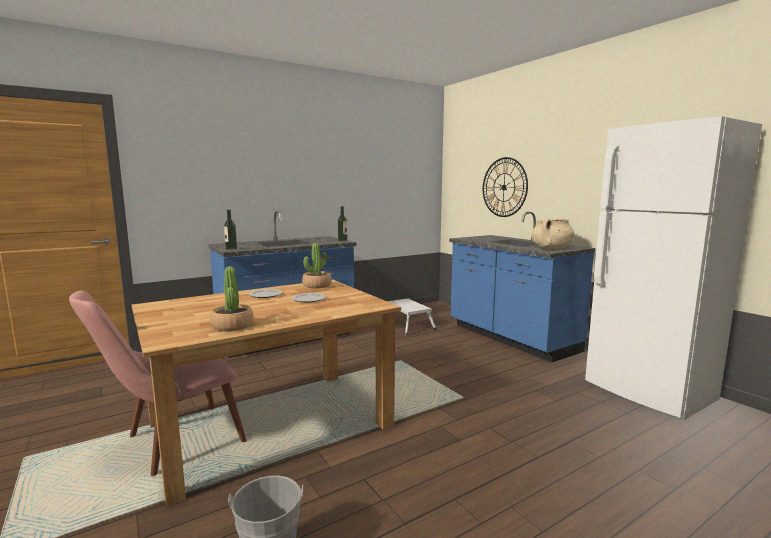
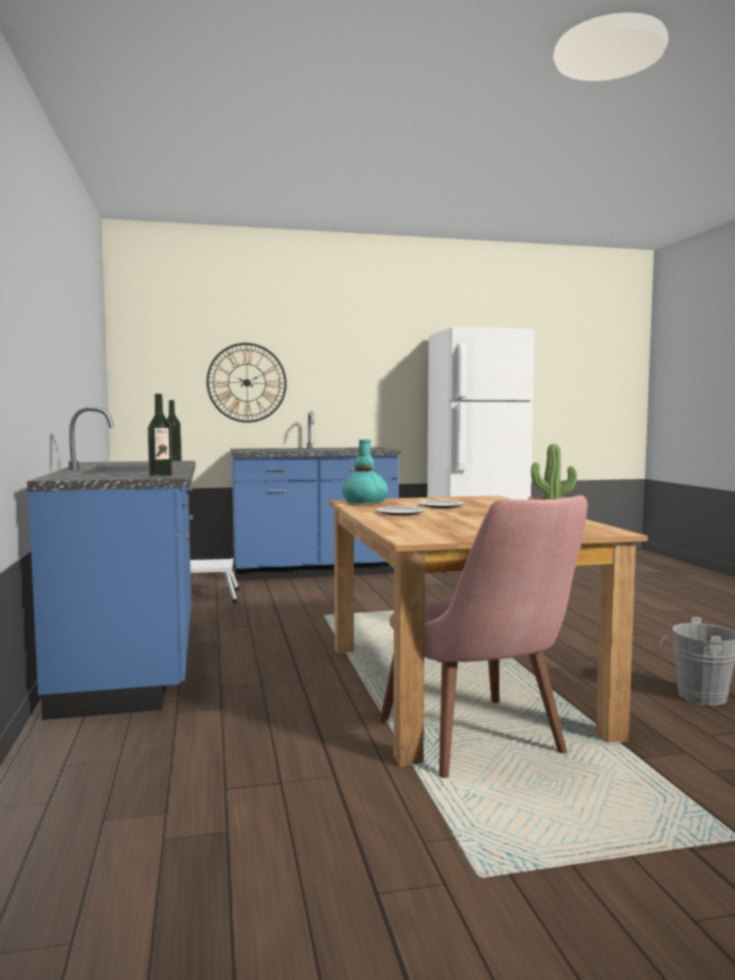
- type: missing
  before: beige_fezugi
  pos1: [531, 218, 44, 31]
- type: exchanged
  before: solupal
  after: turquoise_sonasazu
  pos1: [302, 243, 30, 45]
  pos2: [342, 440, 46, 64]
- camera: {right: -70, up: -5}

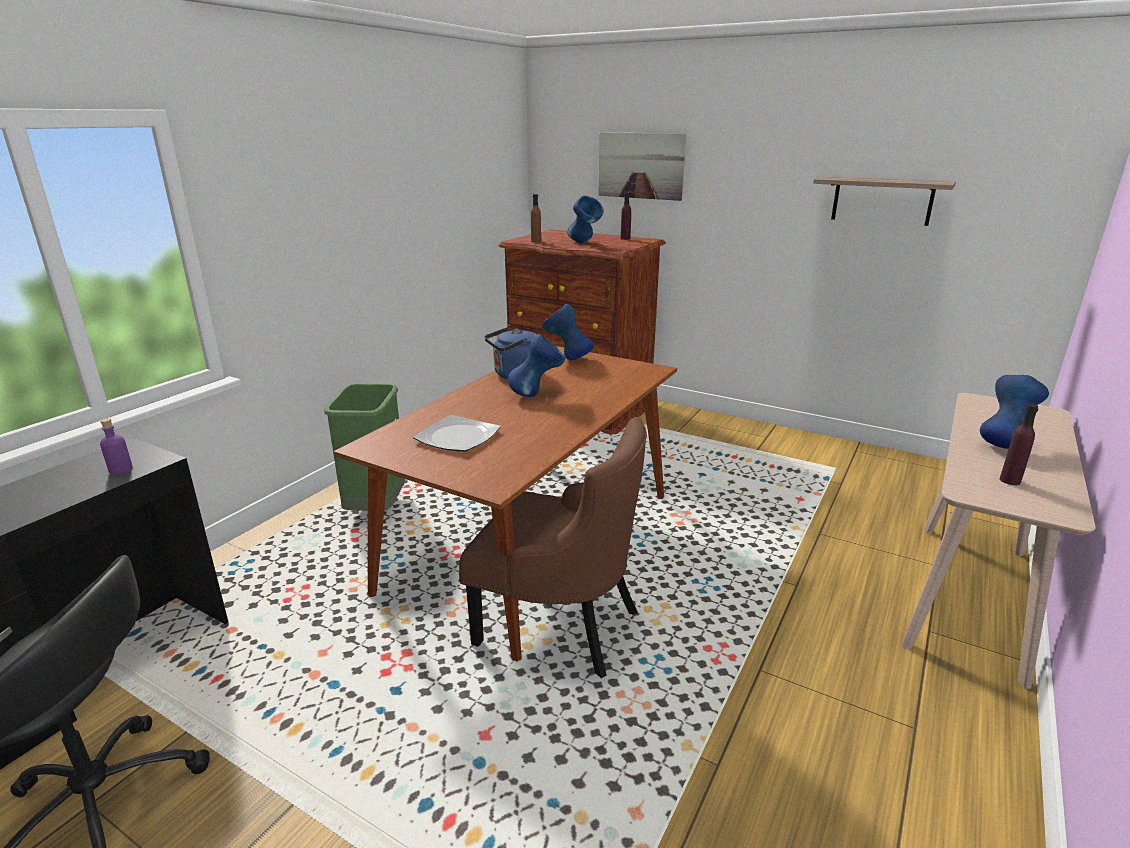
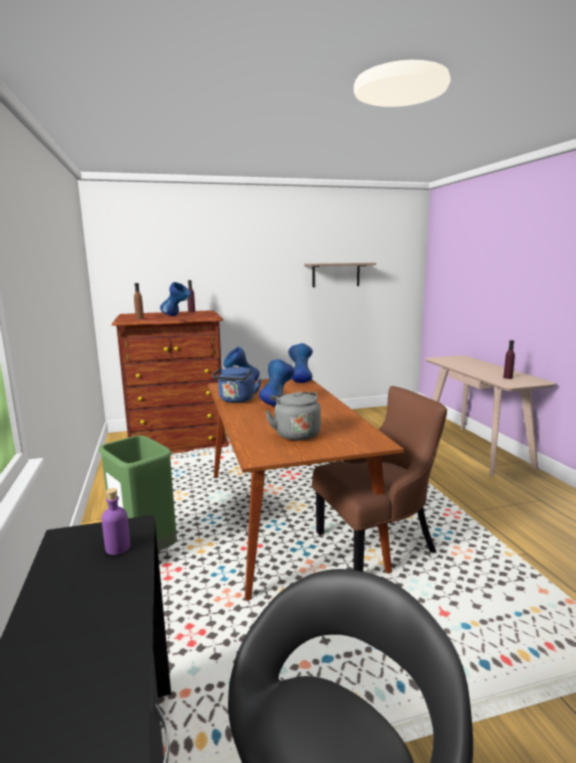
- type: missing
  before: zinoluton
  pos1: [598, 132, 88, 69]
- type: relocated
  before: blue_sonasazu
  pos1: [980, 375, 69, 74]
  pos2: [288, 343, 25, 40]
- type: exchanged
  before: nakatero
  after: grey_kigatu
  pos1: [413, 415, 88, 37]
  pos2: [265, 392, 56, 48]
- camera: {right: -45, up: -10}

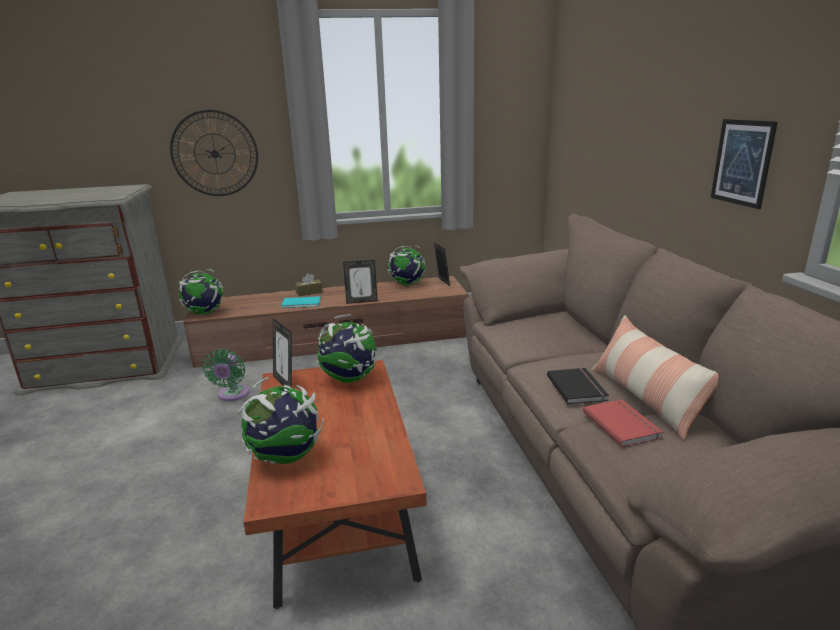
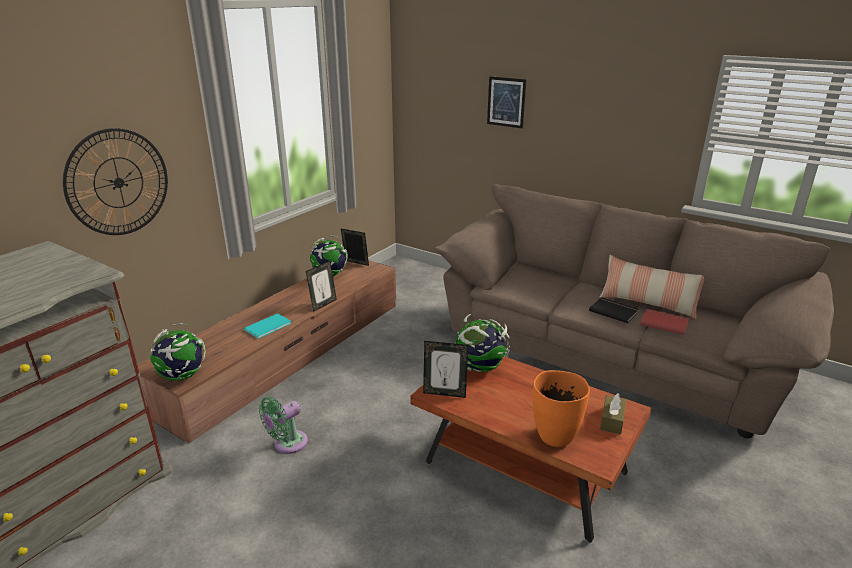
- type: relocated
  before: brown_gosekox
  pos1: [295, 273, 28, 23]
  pos2: [600, 393, 26, 42]
- type: relocated
  before: zinoluton
  pos1: [711, 119, 67, 90]
  pos2: [487, 76, 39, 52]
- type: exchanged
  before: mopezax
  after: orange_sonasazu
  pos1: [238, 377, 86, 87]
  pos2: [533, 370, 57, 77]
- type: spun
  before: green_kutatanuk
  pos1: [202, 349, 47, 52]
  pos2: [259, 397, 49, 57]
  turn: 90
- camera: {right: -45, up: 5}

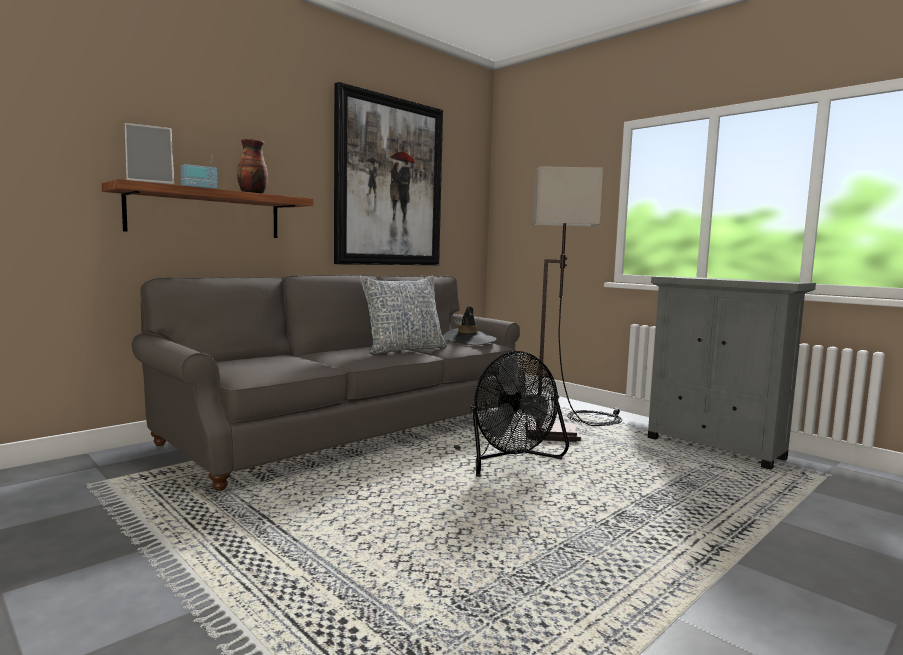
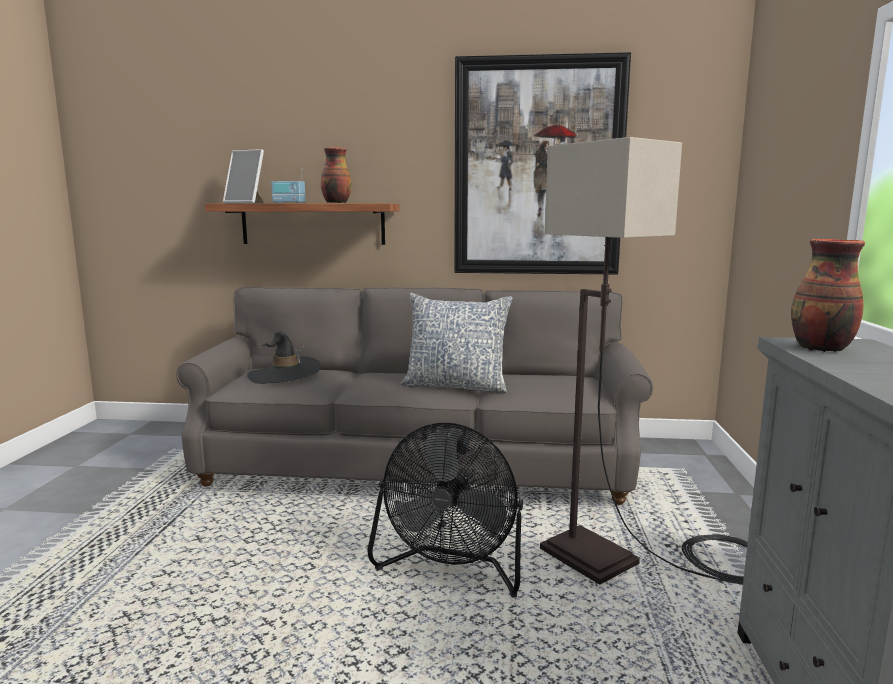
- type: appeared
  after: sonasazu
  pos2: [791, 239, 74, 113]
- type: relocated
  before: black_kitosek
  pos1: [443, 306, 54, 40]
  pos2: [247, 331, 74, 53]
- camera: {right: 50, up: 5}

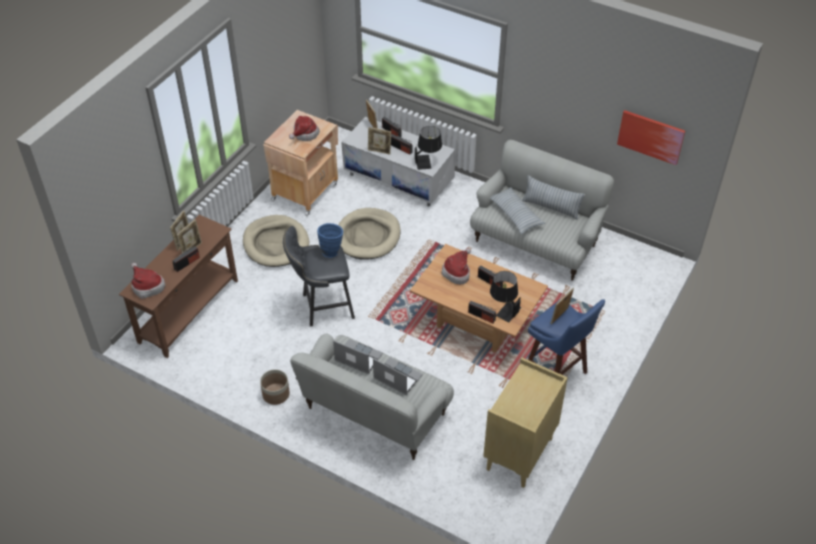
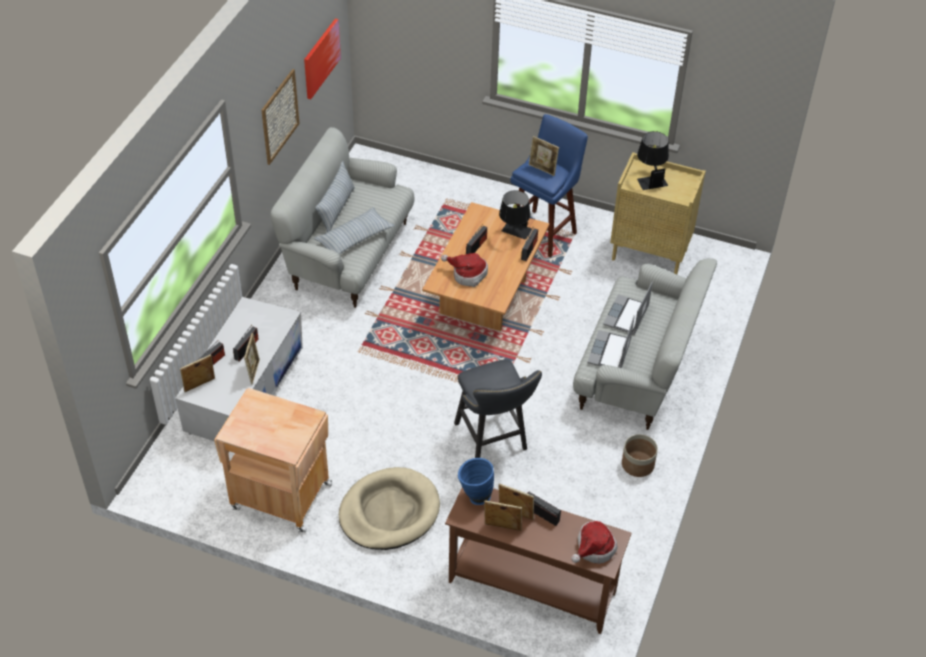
- type: missing
  before: kitosek
  pos1: [289, 116, 31, 25]
- type: missing
  before: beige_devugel
  pos1: [338, 208, 62, 52]
- type: appeared
  after: zinoluton
  pos2: [261, 69, 39, 96]
- type: relocated
  before: blue_sonasazu
  pos1: [317, 223, 26, 35]
  pos2: [458, 458, 36, 47]
- type: relocated
  before: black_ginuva
  pos1: [415, 126, 27, 44]
  pos2: [637, 131, 32, 59]
- camera: {right: -100, up: 0}

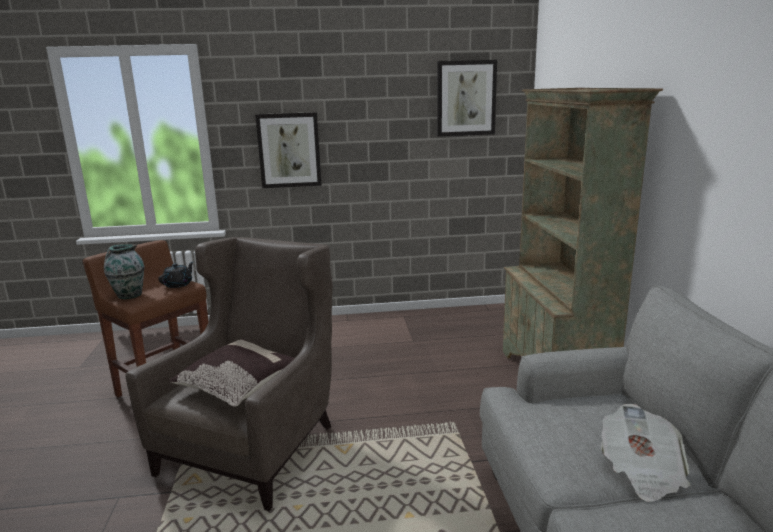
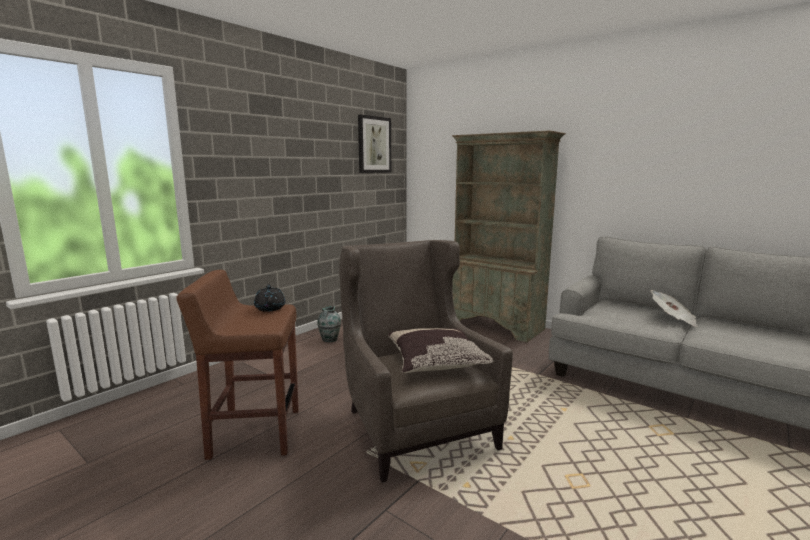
- type: missing
  before: zinoluton
  pos1: [255, 112, 67, 76]
- type: relocated
  before: sonasazu
  pos1: [104, 244, 41, 55]
  pos2: [317, 306, 24, 36]
- camera: {right: -45, up: -5}

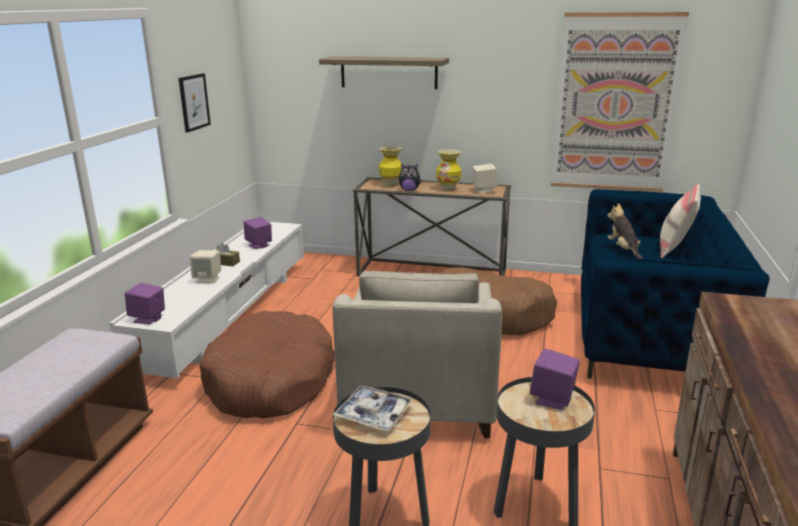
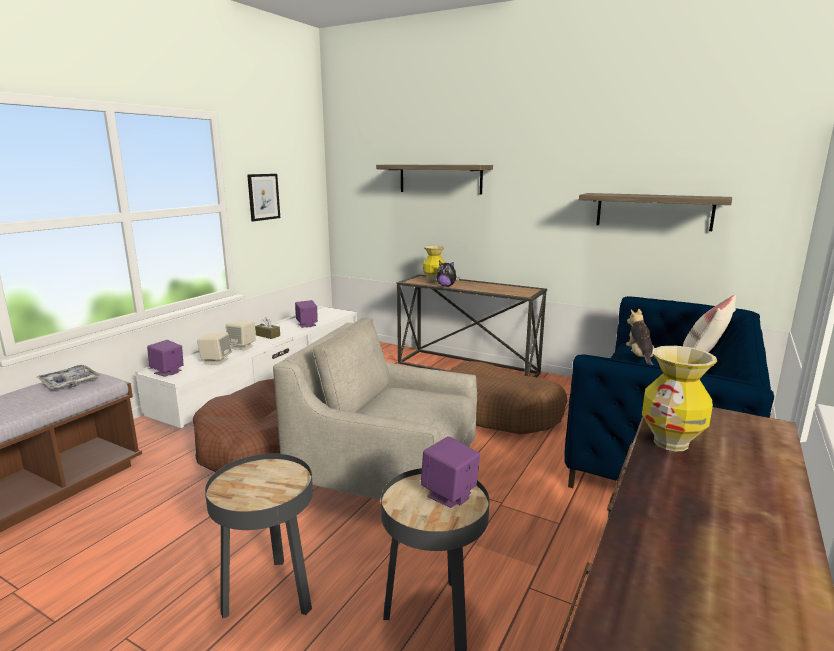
- type: relocated
  before: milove
  pos1: [333, 385, 81, 46]
  pos2: [37, 365, 64, 24]
- type: relocated
  before: sonasazu
  pos1: [436, 149, 25, 42]
  pos2: [642, 346, 75, 105]
- type: relocated
  before: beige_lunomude
  pos1: [473, 164, 24, 29]
  pos2: [197, 332, 35, 33]
- type: exchanged
  before: zinoluton
  after: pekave
  pos1: [551, 12, 138, 180]
  pos2: [579, 193, 153, 38]
- type: spun
  before: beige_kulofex
  pos1: [333, 271, 169, 167]
  pos2: [273, 318, 204, 182]
  turn: 90
- camera: {right: 15, up: -5}

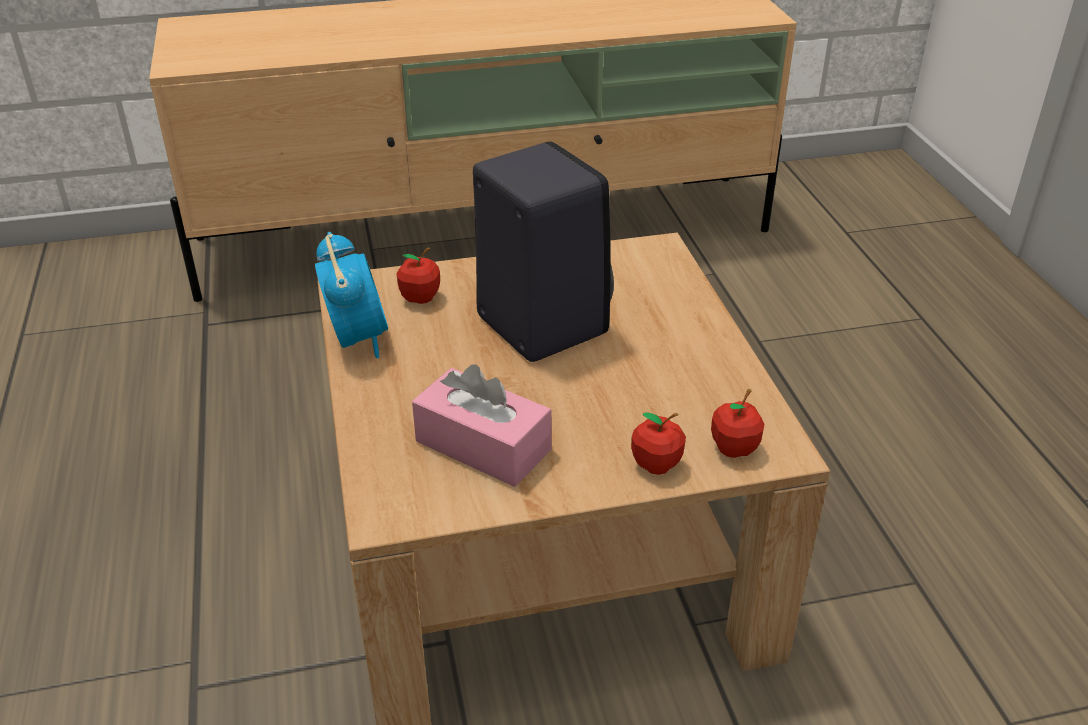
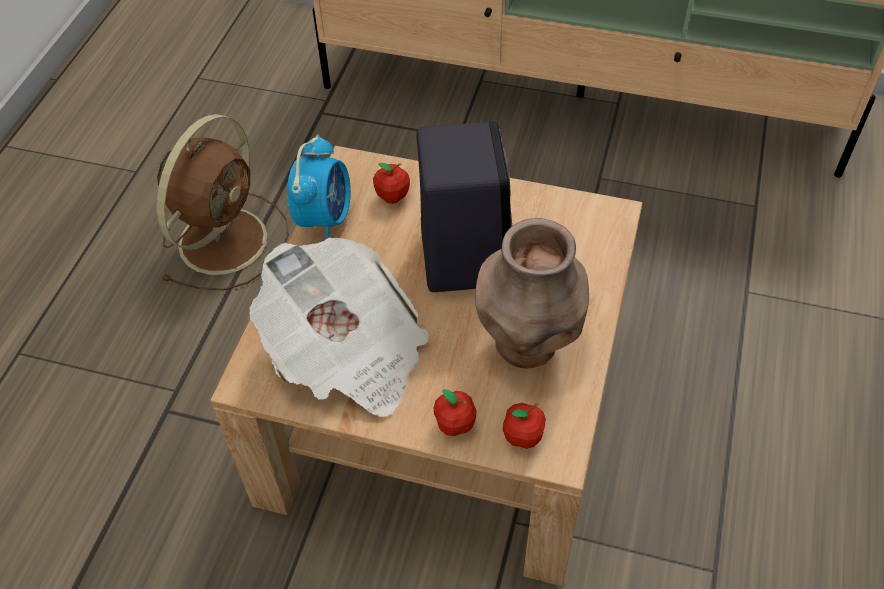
- type: appeared
  after: brown_kutatanuk
  pos2: [157, 114, 132, 176]
- type: appeared
  after: brown_sonasazu
  pos2: [475, 218, 114, 151]
- type: exchanged
  before: pink_gosekox
  after: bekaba
  pos1: [412, 365, 140, 122]
  pos2: [249, 238, 180, 179]
- camera: {right: 30, up: 15}

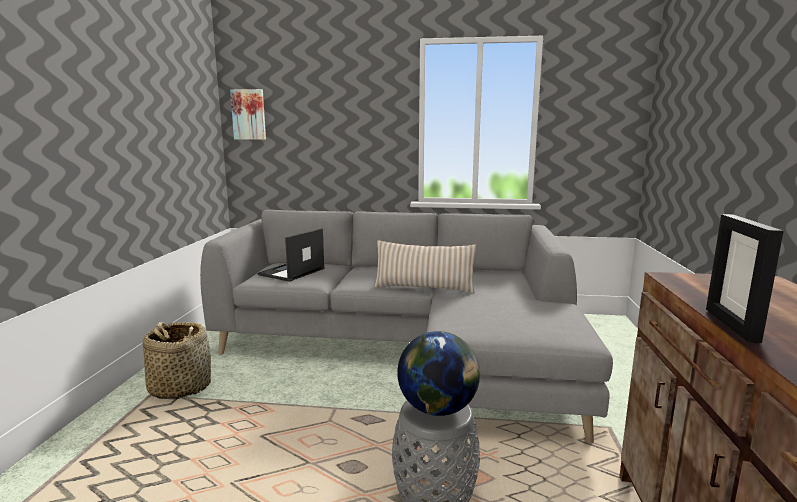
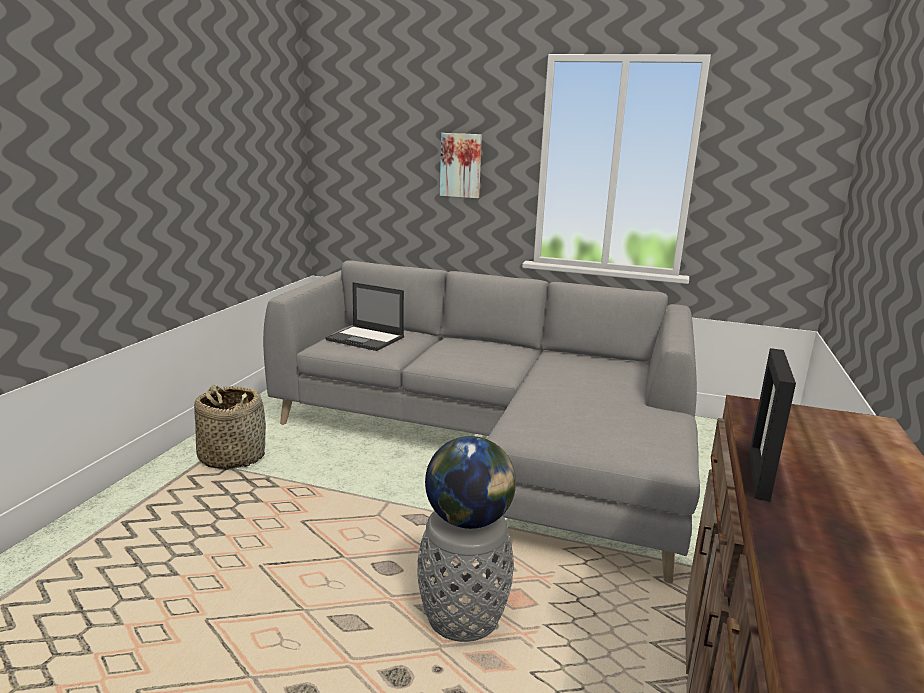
- type: missing
  before: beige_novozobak
  pos1: [374, 240, 102, 54]
- type: relocated
  before: zinoluton
  pos1: [230, 89, 36, 51]
  pos2: [440, 133, 42, 65]
- type: spun
  before: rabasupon
  pos1: [258, 228, 67, 54]
  pos2: [325, 282, 79, 69]
  turn: -105
- camera: {right: 10, up: 5}

